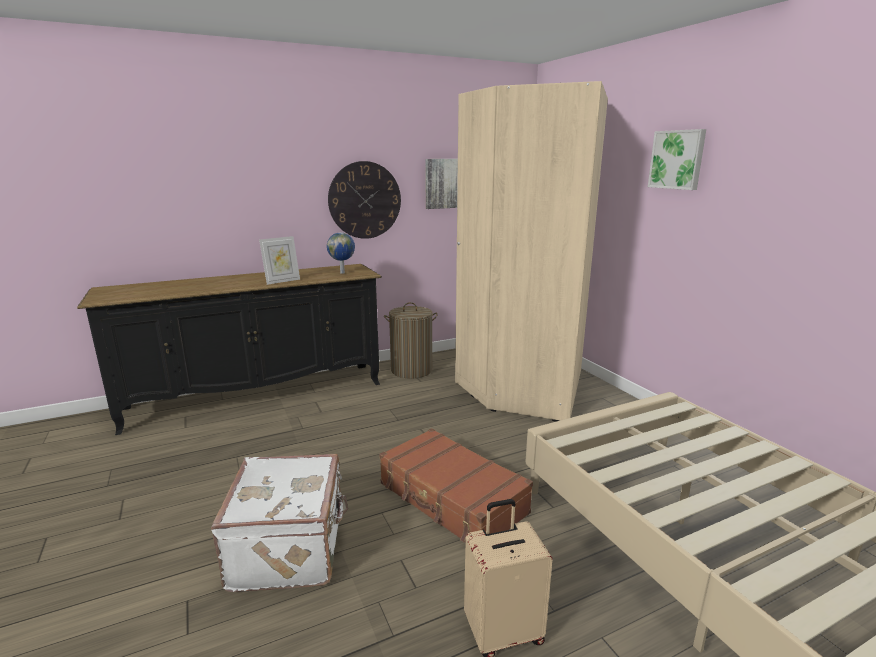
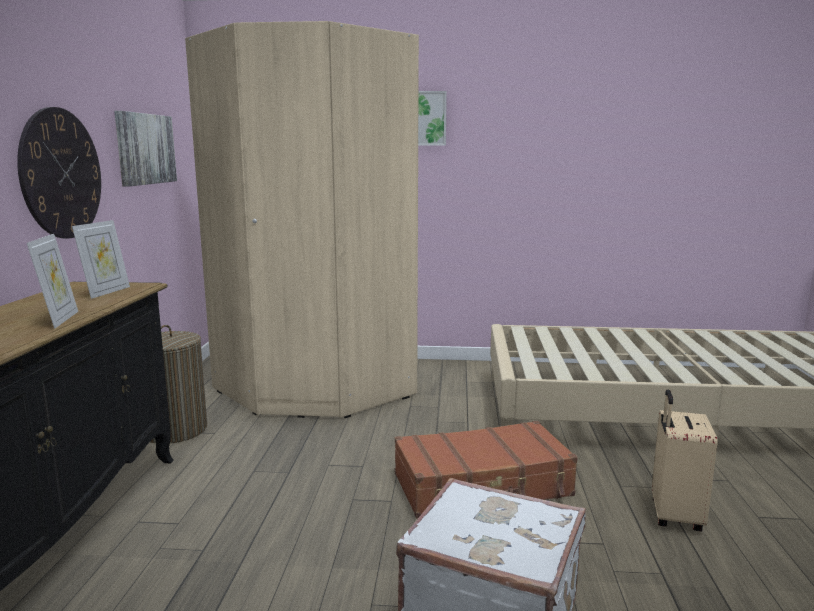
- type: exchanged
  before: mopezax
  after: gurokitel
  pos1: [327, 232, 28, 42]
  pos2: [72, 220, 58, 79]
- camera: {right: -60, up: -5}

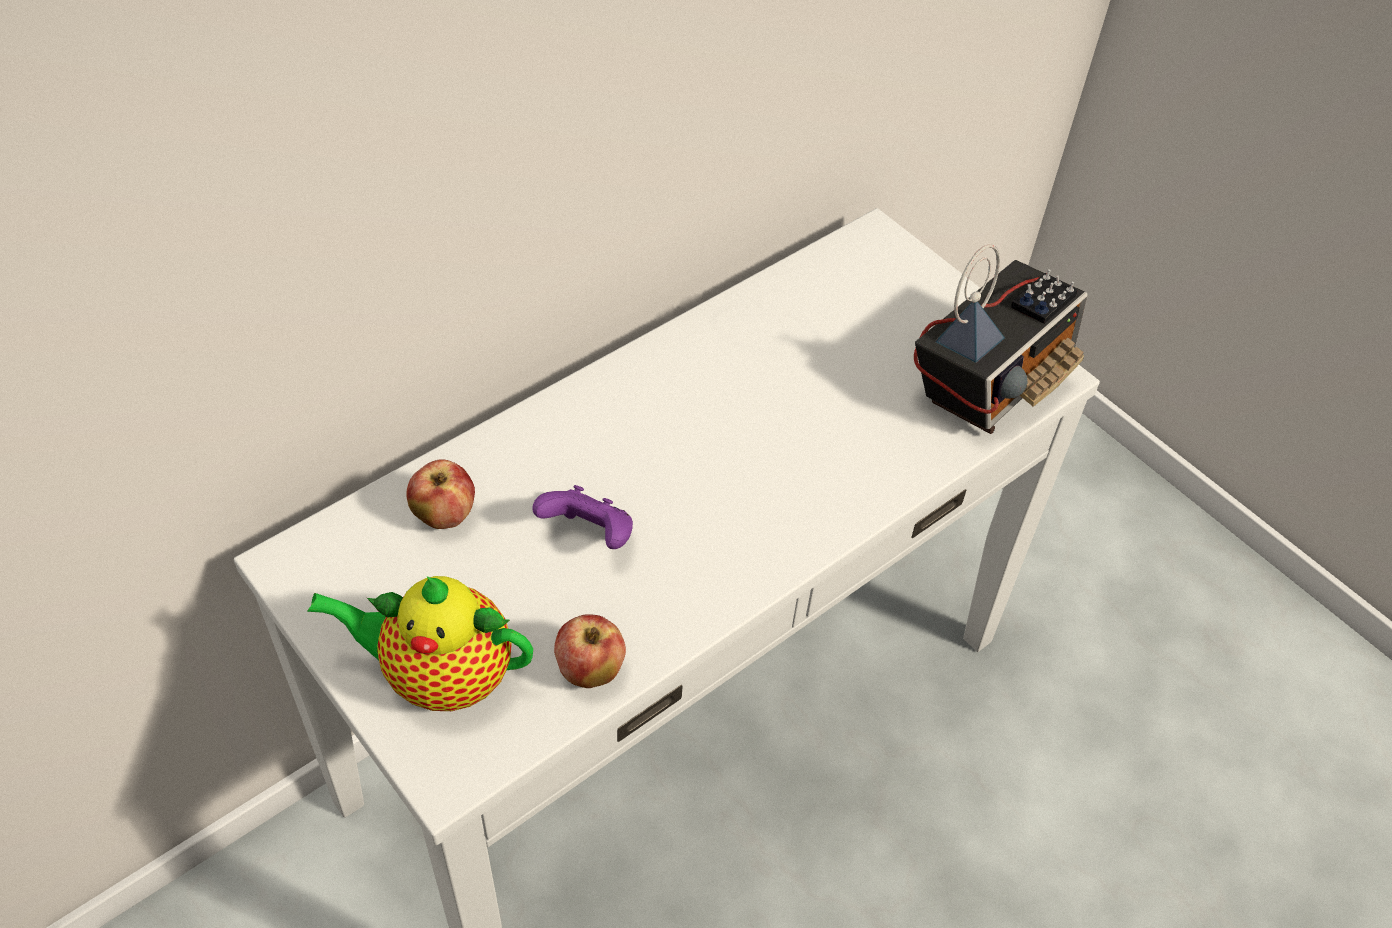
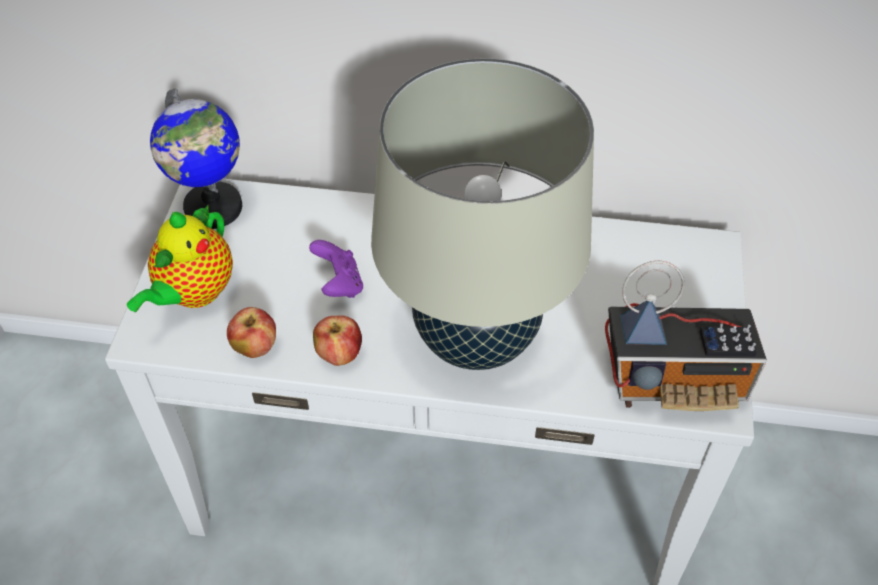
- type: appeared
  after: mopezax
  pos2: [150, 88, 92, 141]
- type: appeared
  after: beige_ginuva
  pos2: [371, 58, 223, 312]
- type: relocated
  before: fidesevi
  pos1: [407, 459, 68, 70]
  pos2: [313, 315, 49, 51]
- type: spun
  before: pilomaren
  pos1: [307, 576, 226, 135]
  pos2: [127, 205, 106, 107]
  turn: -120
- camera: {right: 50, up: 0}

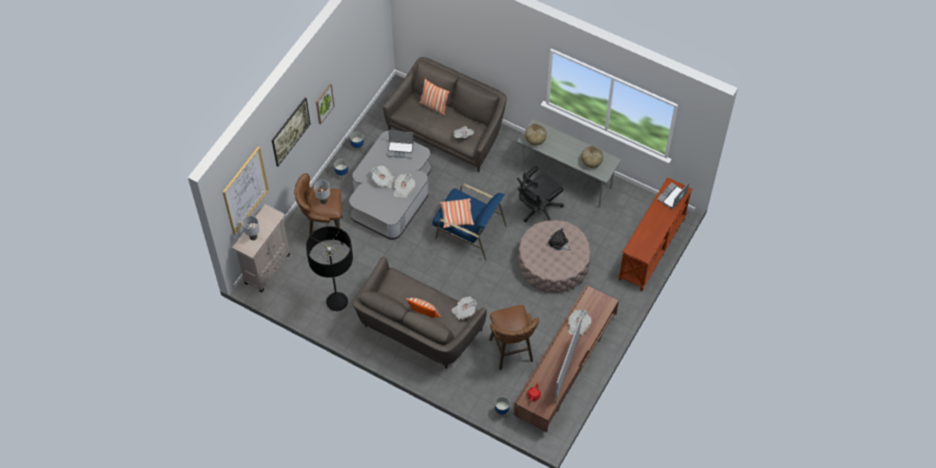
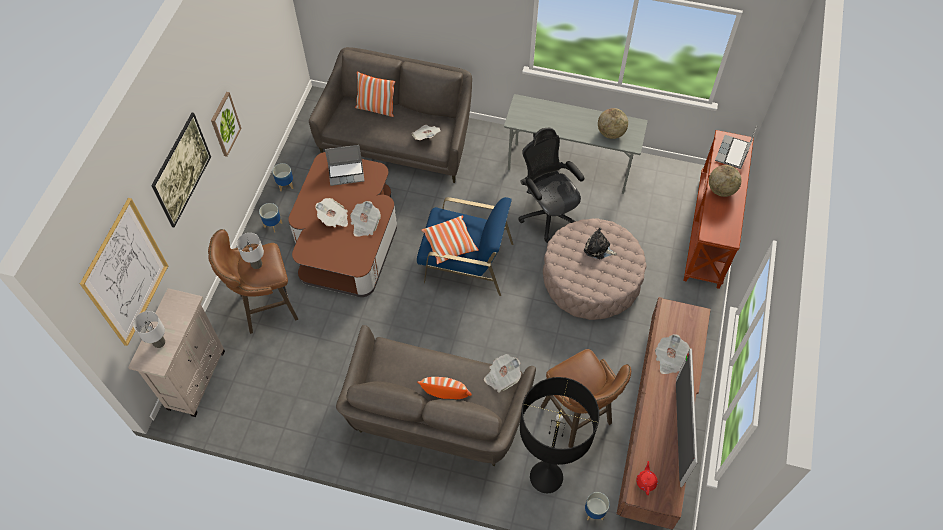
- type: relocated
  before: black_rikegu
  pos1: [306, 226, 47, 85]
  pos2: [520, 377, 79, 116]
- type: relocated
  before: mopezax
  pos1: [525, 124, 22, 22]
  pos2: [709, 165, 32, 32]
- type: colour
  before: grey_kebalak
  after: brown_kebalak
  pos1: [349, 131, 82, 109]
  pos2: [288, 152, 109, 145]
- type: spun
  before: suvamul
  pos1: [517, 166, 47, 56]
  pos2: [519, 128, 65, 115]
  turn: 120
- camera: {right: -15, up: 0}

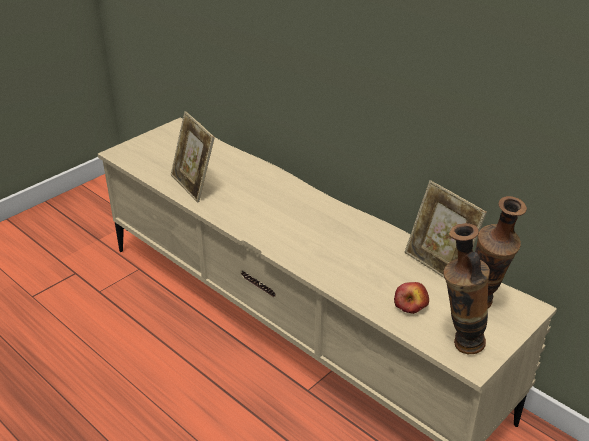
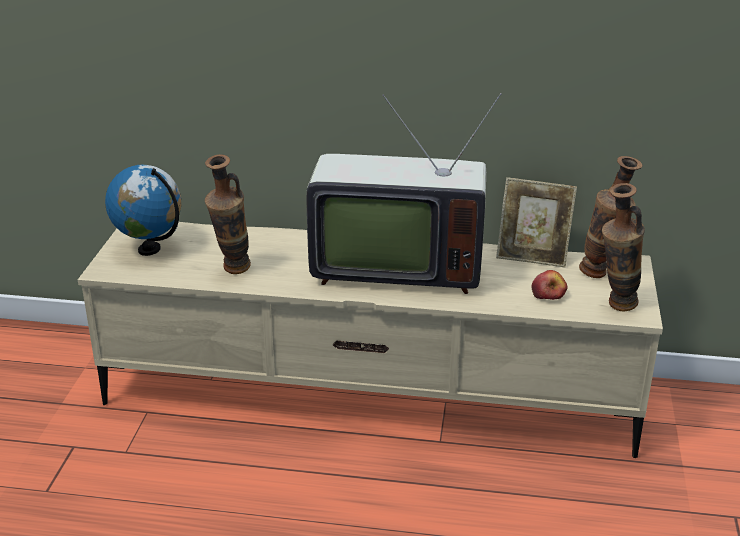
- type: appeared
  after: mopezax
  pos2: [105, 165, 76, 91]
- type: appeared
  after: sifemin
  pos2: [307, 93, 194, 201]
- type: exchanged
  before: gurokitel
  after: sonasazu
  pos1: [171, 111, 44, 92]
  pos2: [205, 154, 46, 120]
- camera: {right: -35, up: -5}

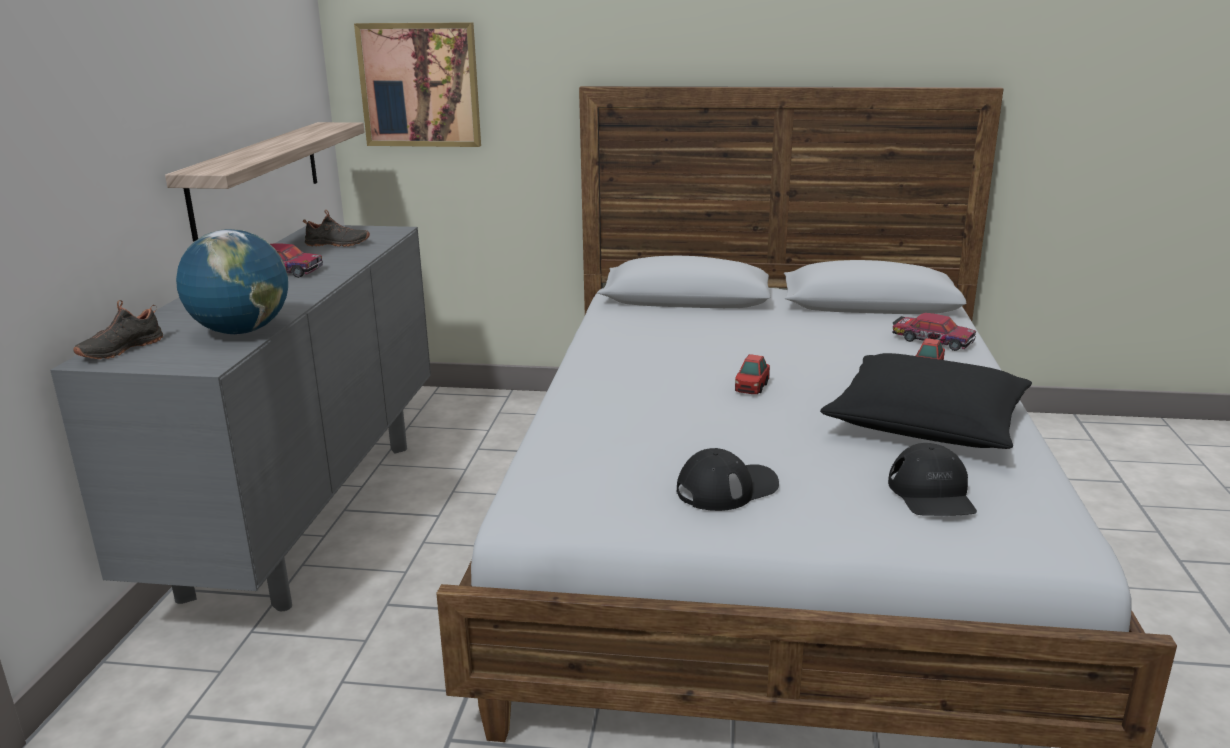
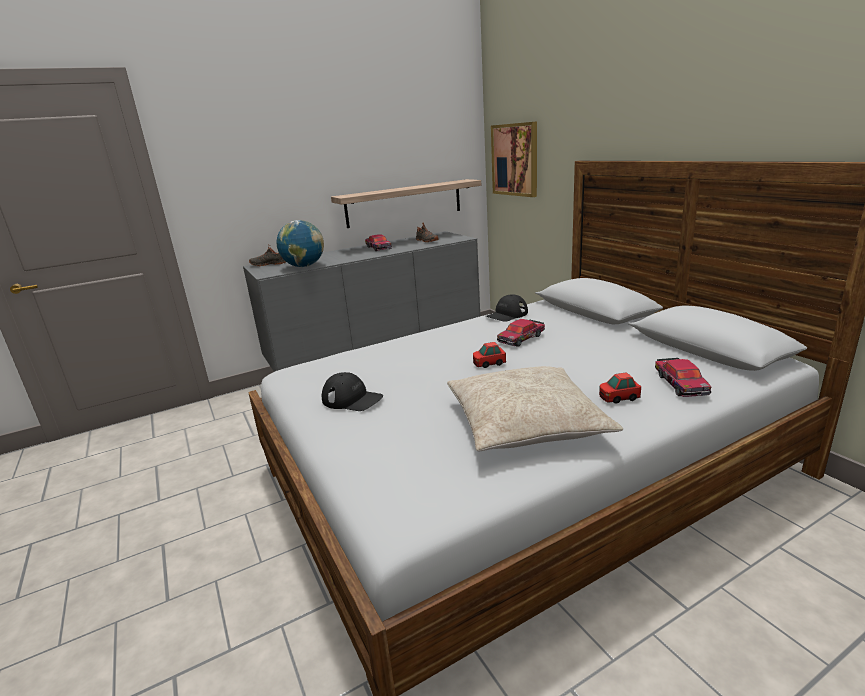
- type: appeared
  after: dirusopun
  pos2: [497, 319, 48, 28]
- type: relocated
  before: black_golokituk
  pos1: [888, 443, 89, 73]
  pos2: [486, 294, 42, 28]
- type: colour
  before: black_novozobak
  after: beige_novozobak
  pos1: [820, 353, 212, 96]
  pos2: [447, 366, 176, 85]
- camera: {right: 55, up: 0}

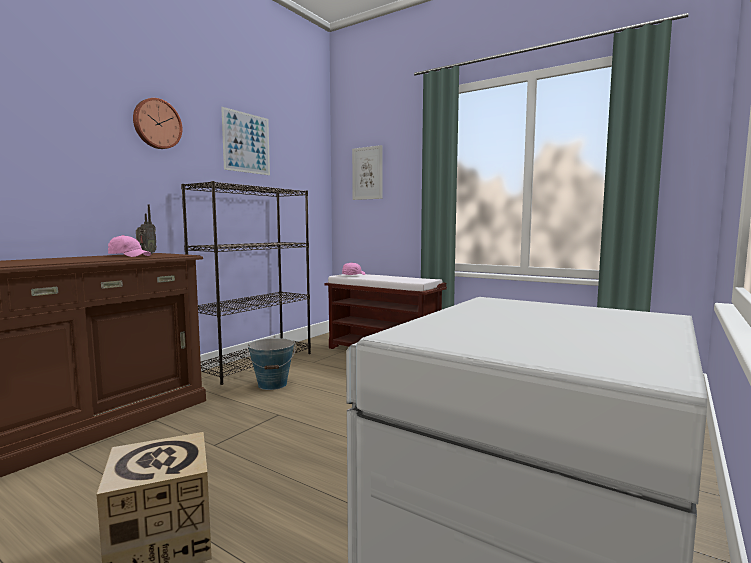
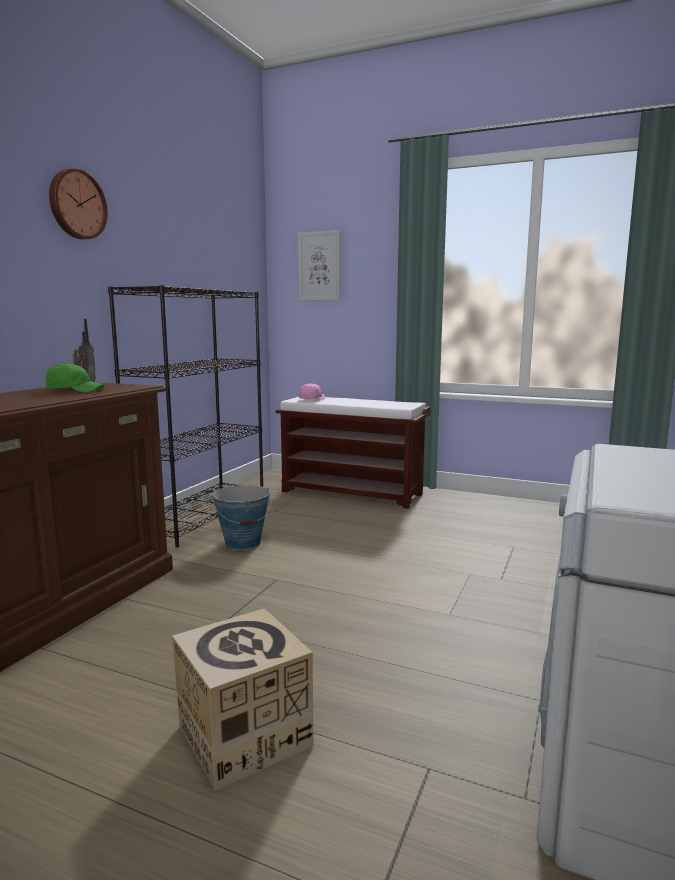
- type: missing
  before: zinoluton
  pos1: [221, 107, 49, 68]
- type: colour
  before: pink_golokituk
  after: green_golokituk
  pos1: [108, 235, 43, 22]
  pos2: [46, 363, 58, 29]
- camera: {right: -10, up: 5}

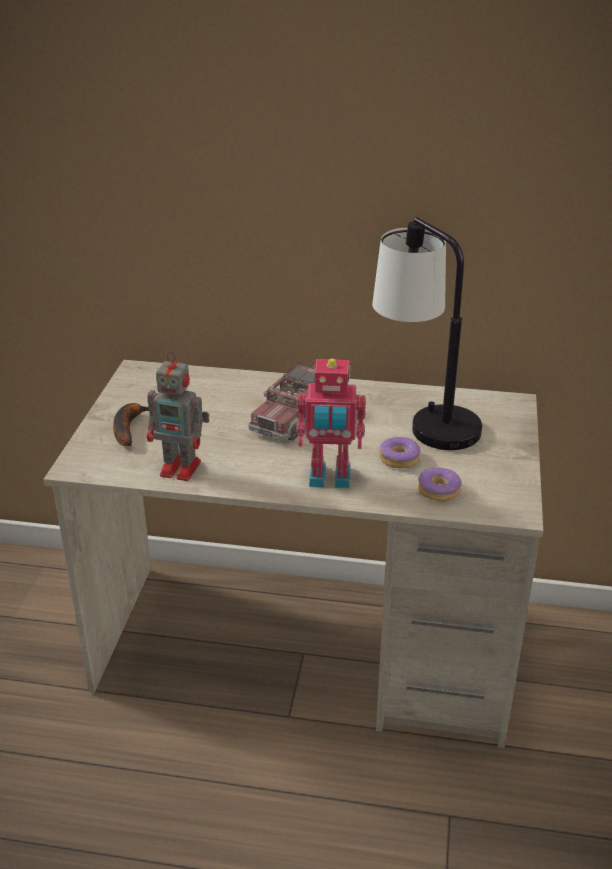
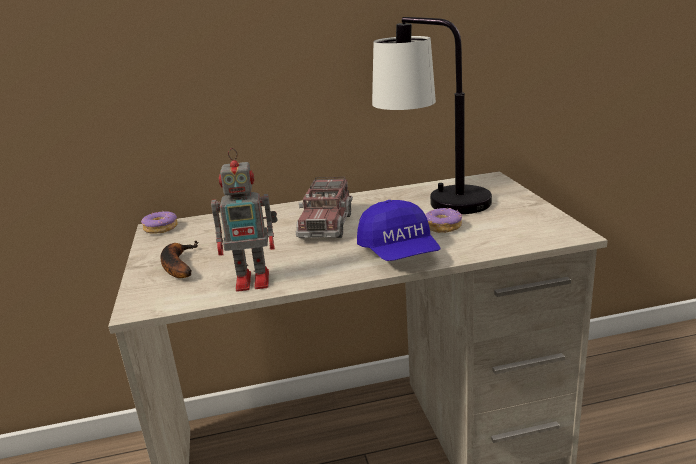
- type: relocated
  before: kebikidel
  pos1: [418, 467, 43, 34]
  pos2: [141, 211, 37, 22]
- type: exchanged
  before: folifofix
  after: blue_golokituk
  pos1: [296, 358, 70, 130]
  pos2: [357, 200, 84, 61]
- camera: {right: -20, up: -10}

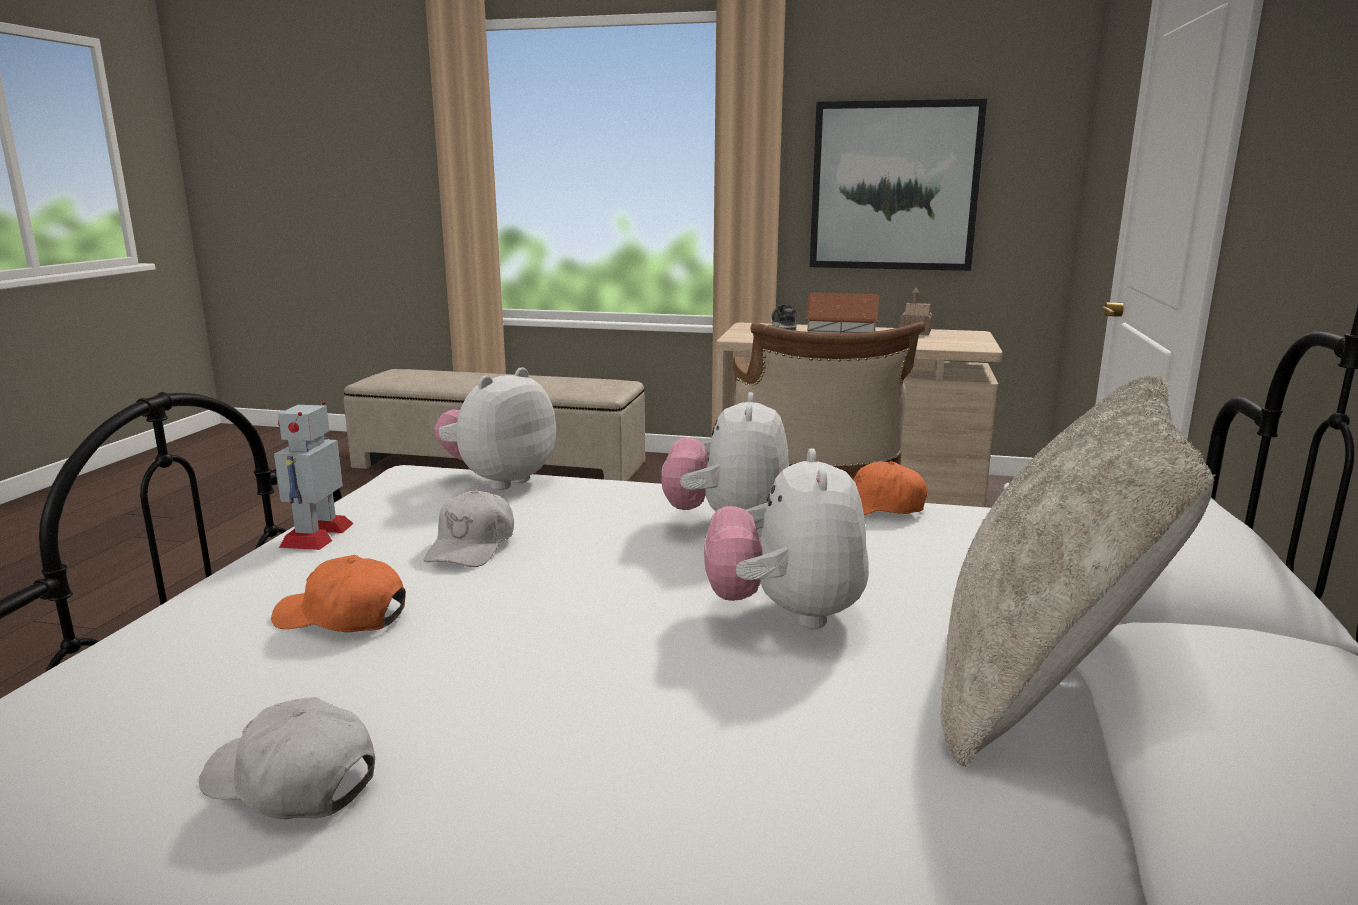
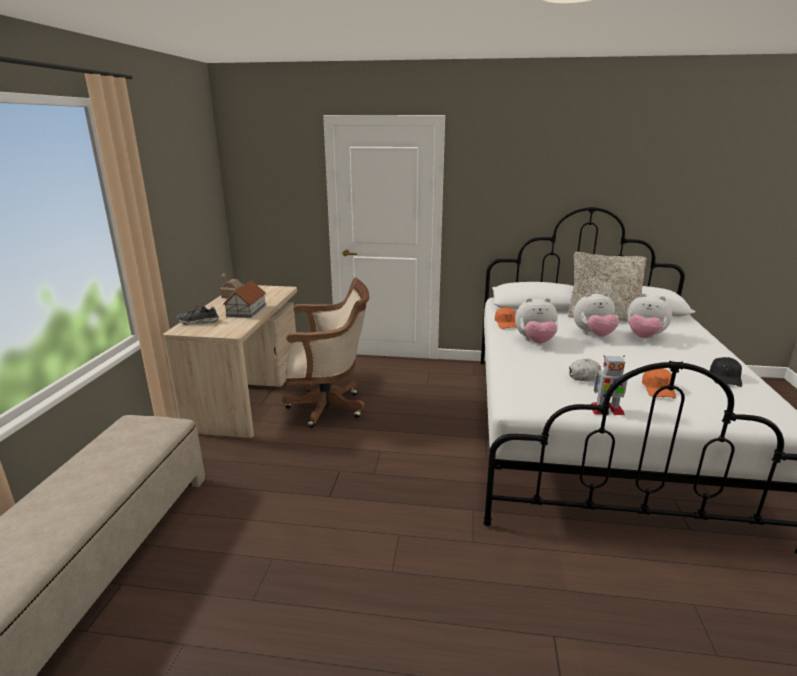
- type: missing
  before: zinoluton
  pos1: [810, 99, 177, 172]
- type: relocated
  before: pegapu
  pos1: [434, 367, 122, 123]
  pos2: [627, 293, 45, 45]
- type: colour
  before: white_golokituk
  after: black_golokituk
  pos1: [199, 697, 176, 122]
  pos2: [710, 357, 32, 30]
- camera: {right: -95, up: 5}

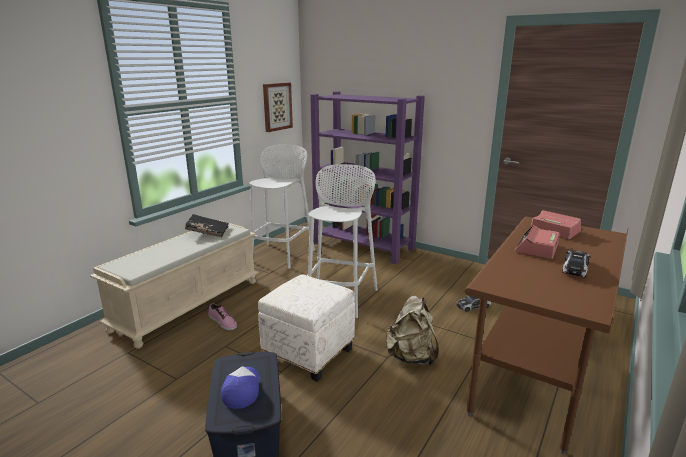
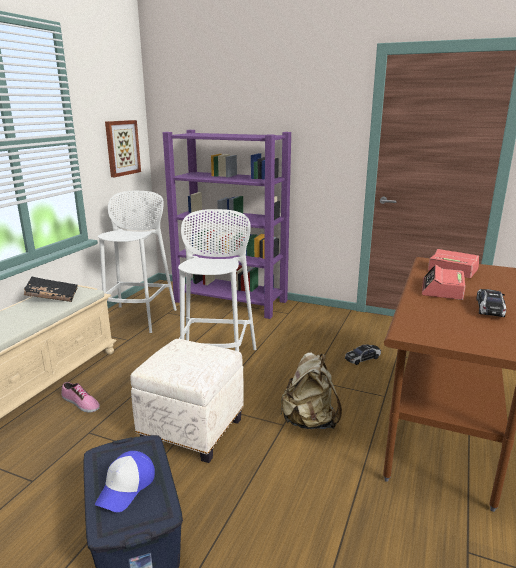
- type: spun
  before: golokituk
  pos1: [221, 366, 39, 43]
  pos2: [95, 451, 60, 61]
  turn: -150
- camera: {right: -10, up: 0}

